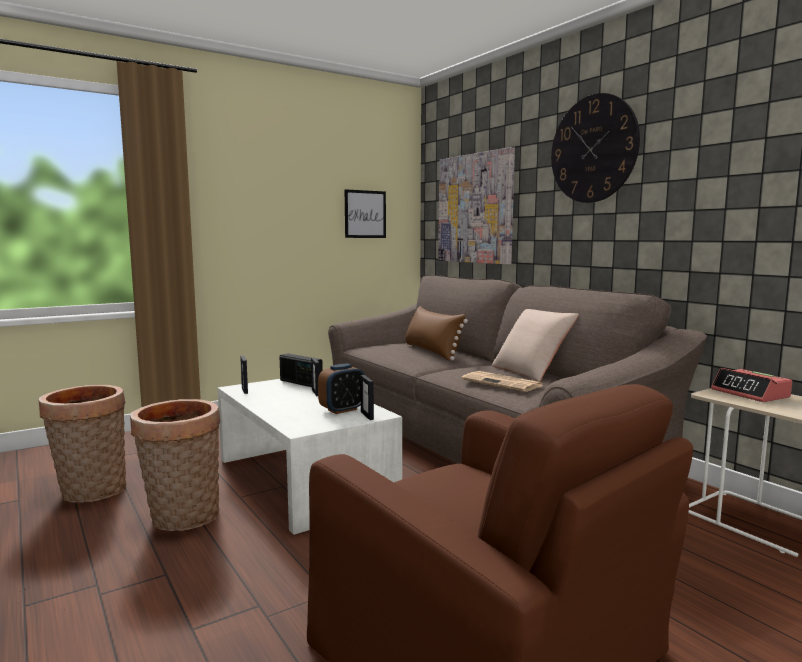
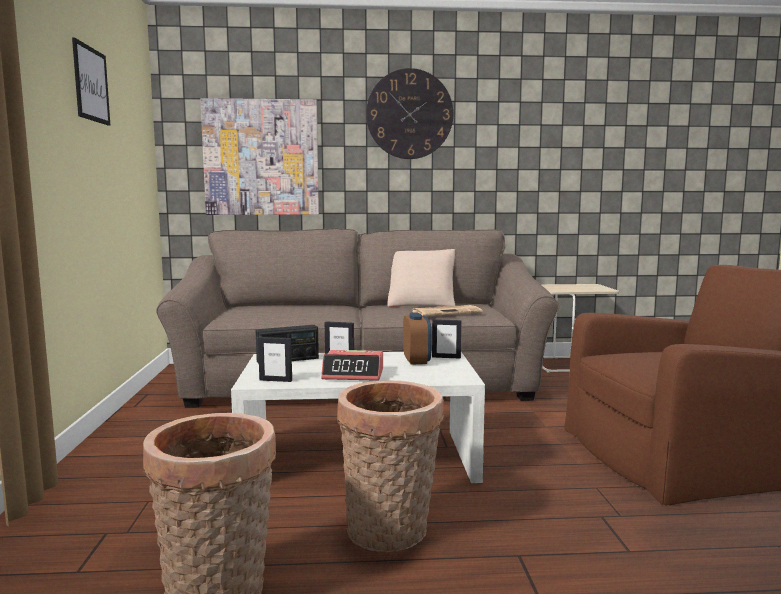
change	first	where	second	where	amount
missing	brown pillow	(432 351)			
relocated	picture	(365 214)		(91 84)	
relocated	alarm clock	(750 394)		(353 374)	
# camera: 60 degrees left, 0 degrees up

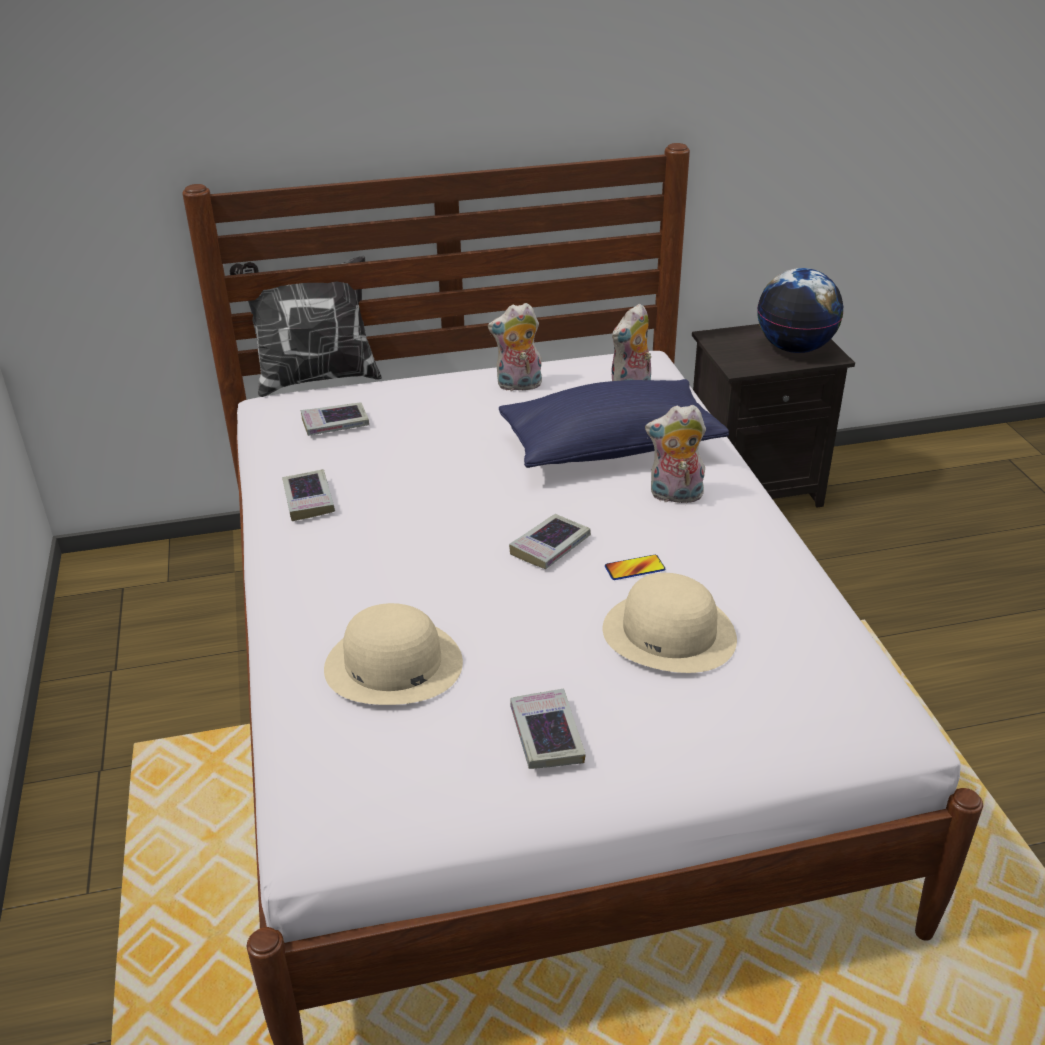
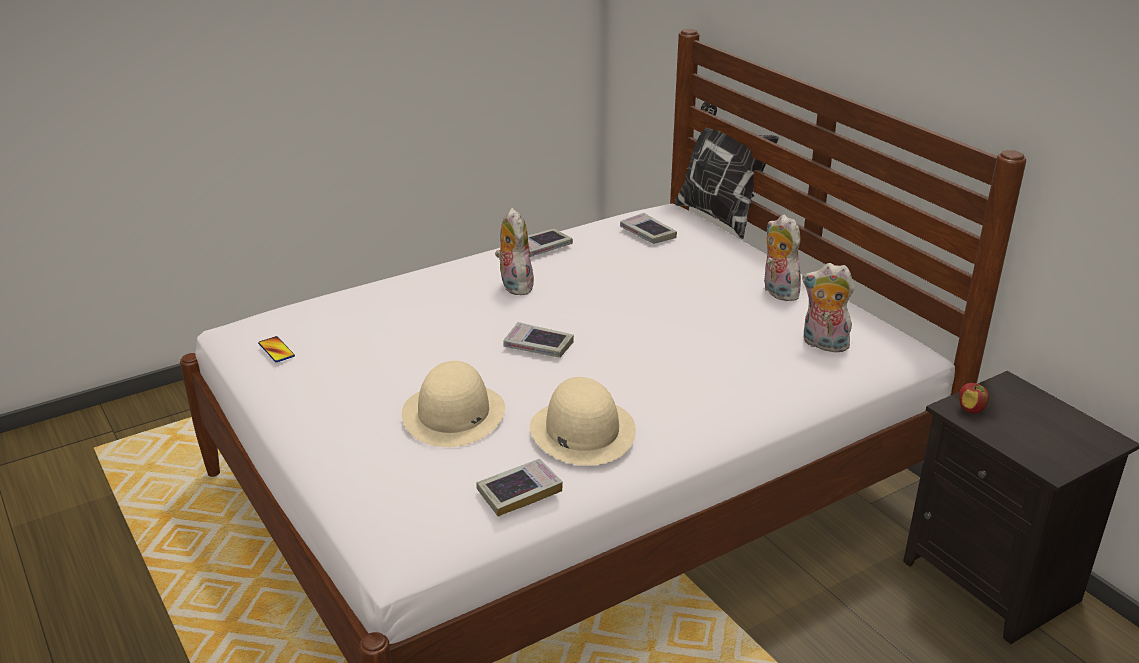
change	first	where	second	where	amount
missing	blue pillow	(610 447)			
missing	globe	(795 348)			
appeared			apple	(971 410)	
relocated	beige hat	(392 664)		(582 431)	
relocated	book	(546 735)		(519 492)	
relocated	phone	(634 568)		(276 350)	
relocated	plush toy	(674 496)		(514 285)	
# camera: 70 degrees right, 5 degrees down

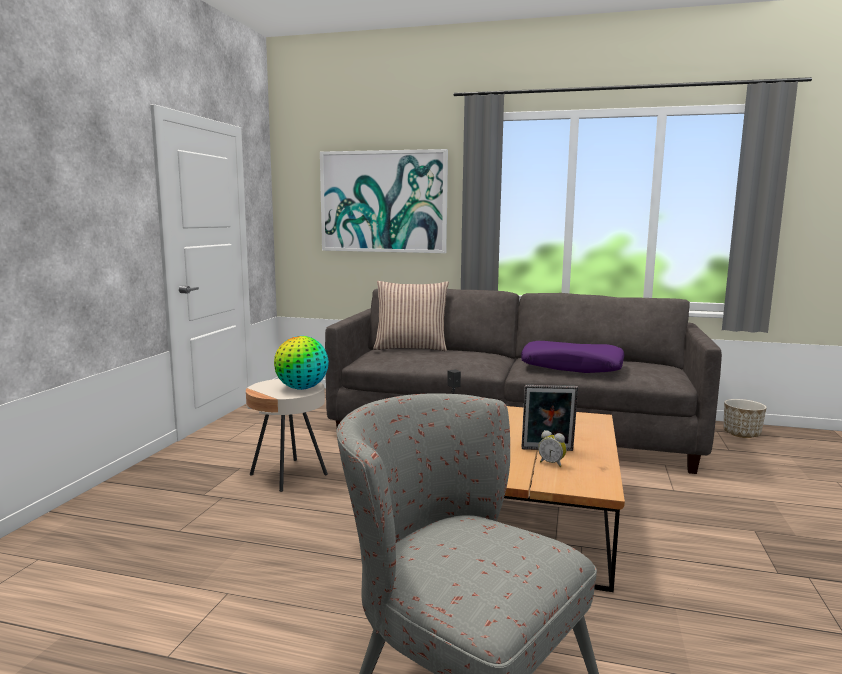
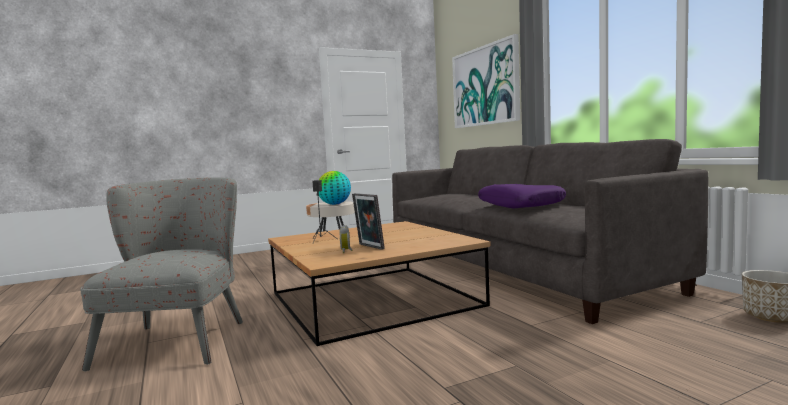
change	first	where	second	where	amount
missing	pillow	(411 348)			
# camera: 50 degrees right, 5 degrees down

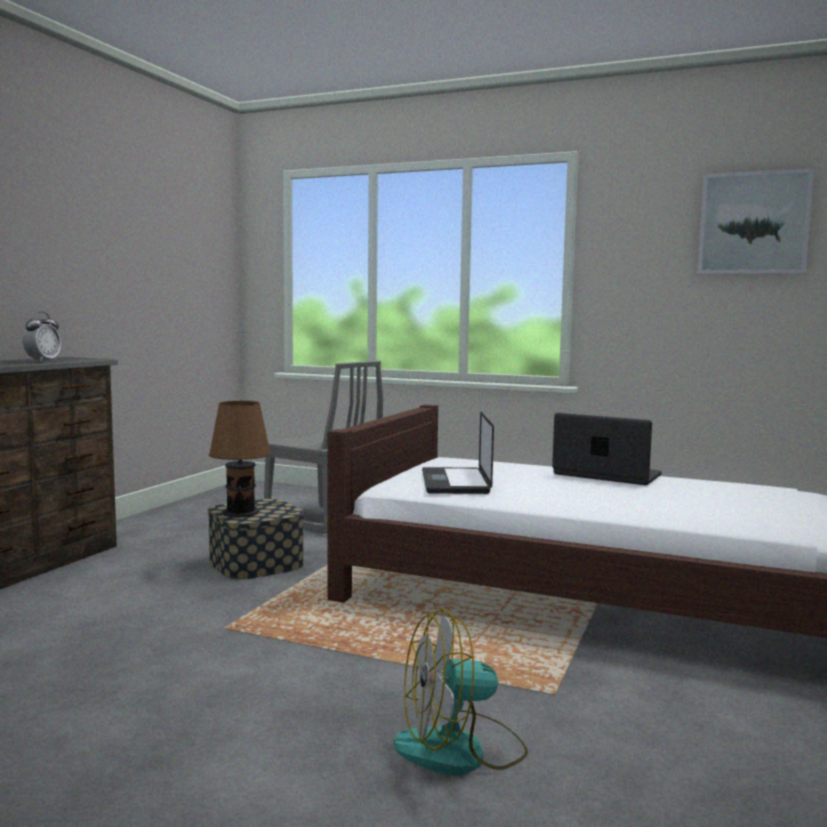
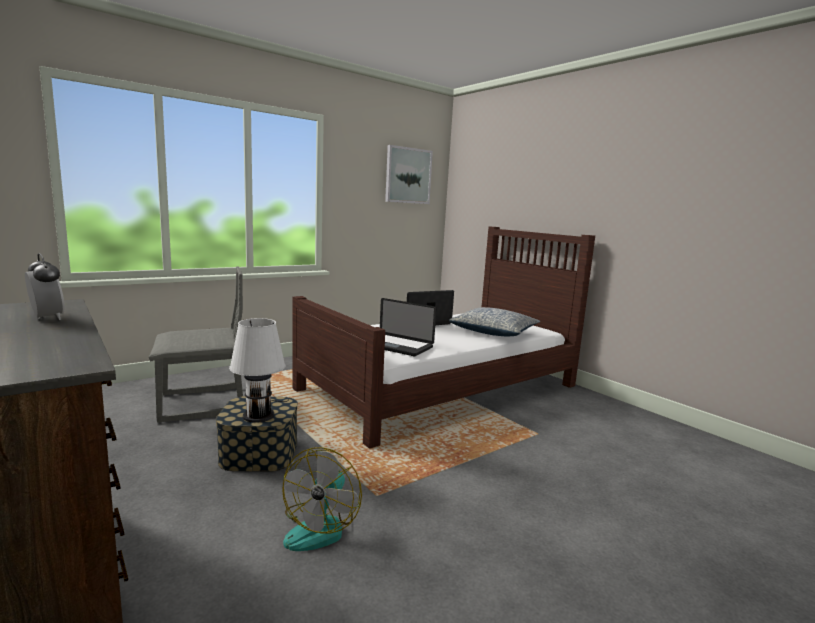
change	first	where	second	where	amount
appeared			pillow	(494 332)	
relocated	fan	(460 750)		(321 527)	
colour	brown table lamp	(245 512)	white table lamp	(259 414)	
# camera: 60 degrees left, 5 degrees up

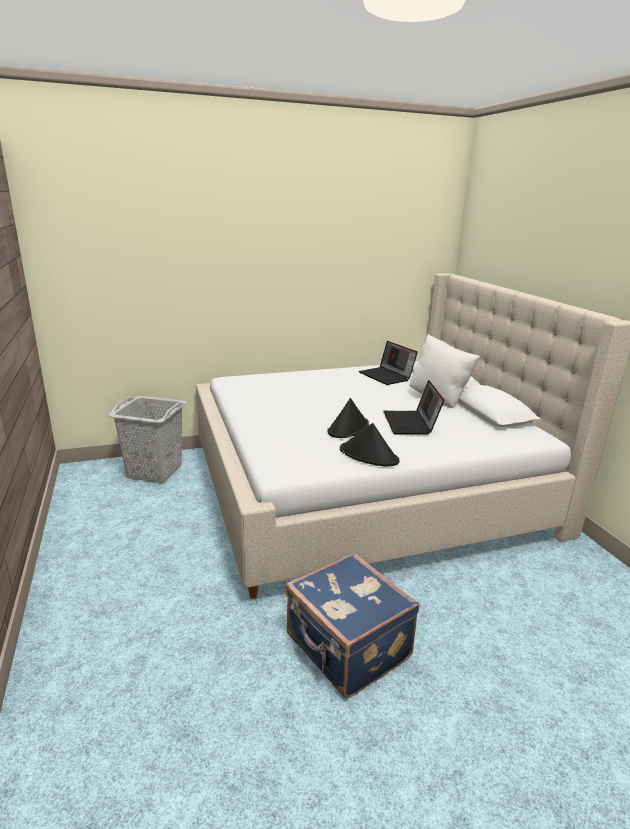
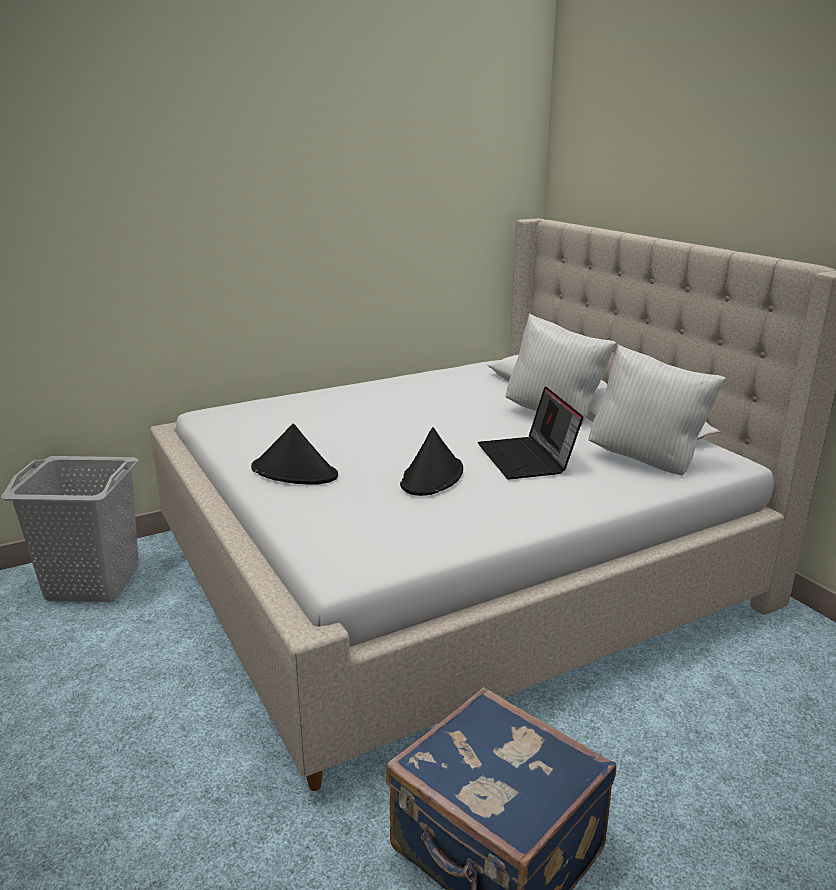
change	first	where	second	where	amount
missing	laptop	(387 376)			
appeared			white pillow	(647 460)	
relocated	black hat	(369 455)		(295 472)	
# camera: 10 degrees left, 0 degrees up

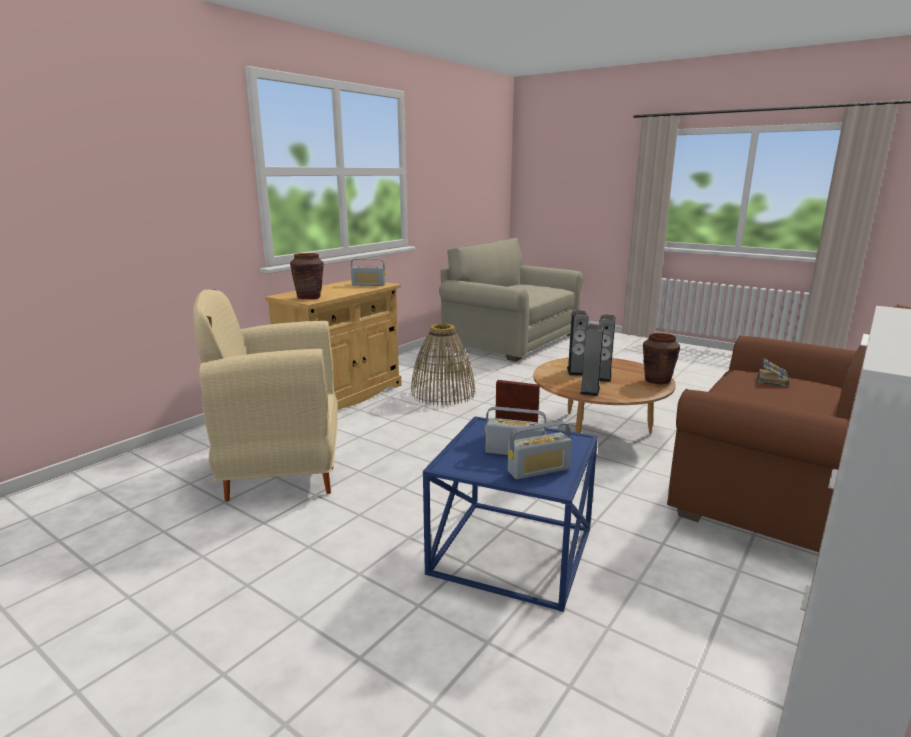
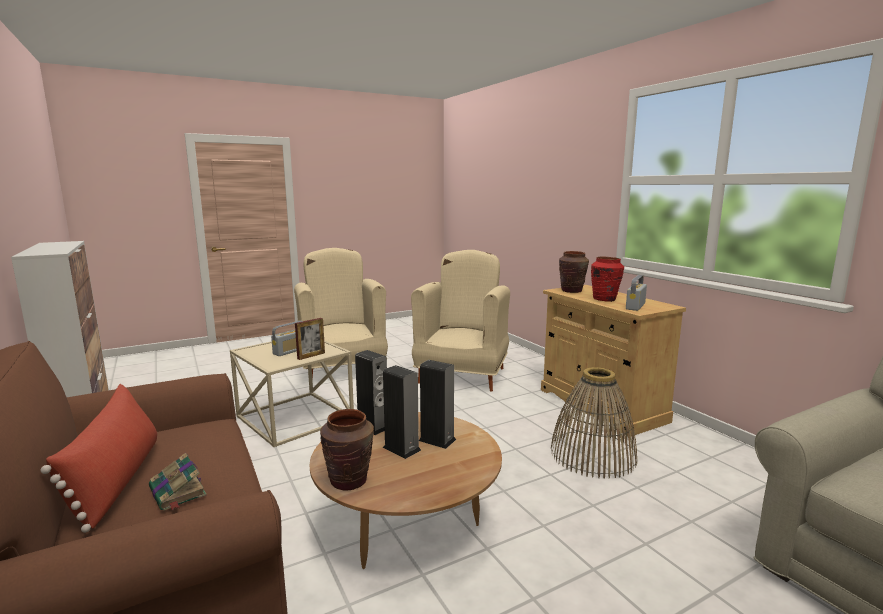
change	first	where	second	where	amount
missing	radio	(538 470)			
appeared			red pillow	(117 480)	
appeared			beige armchair	(342 368)	
appeared			red vase	(604 299)	
colour	blue side table	(510 551)	beige side table	(295 417)	
# camera: 115 degrees right, 5 degrees down

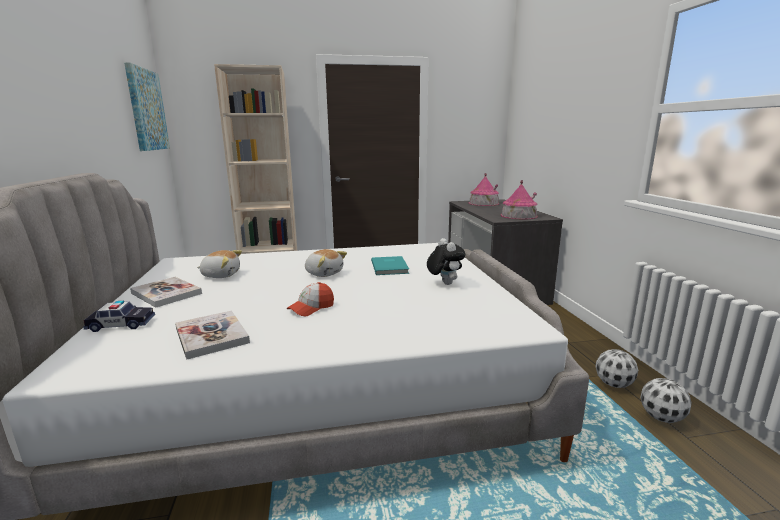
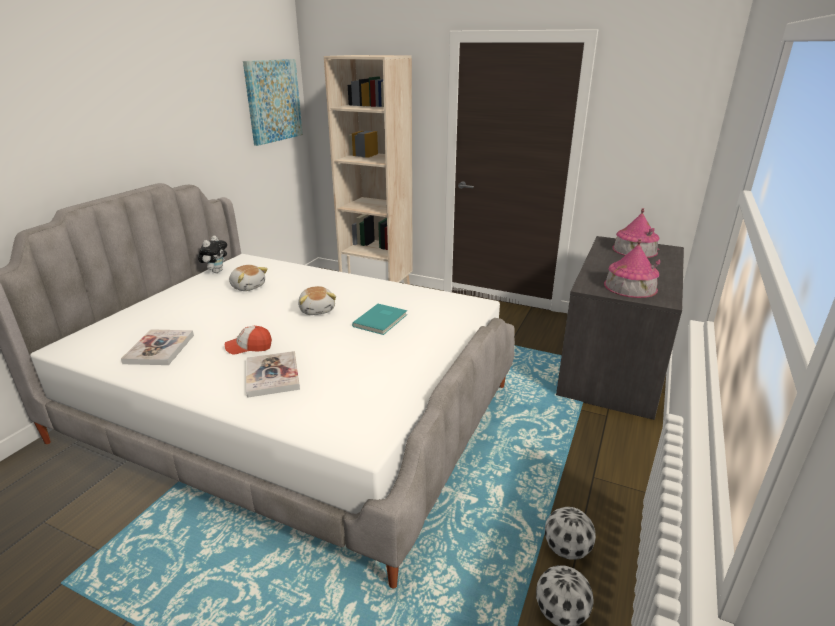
change	first	where	second	where	amount
missing	toy car	(121 324)			
relocated	book	(166 293)		(272 375)	
relocated	plush toy	(444 283)		(216 271)	
# camera: 35 degrees right, 10 degrees up

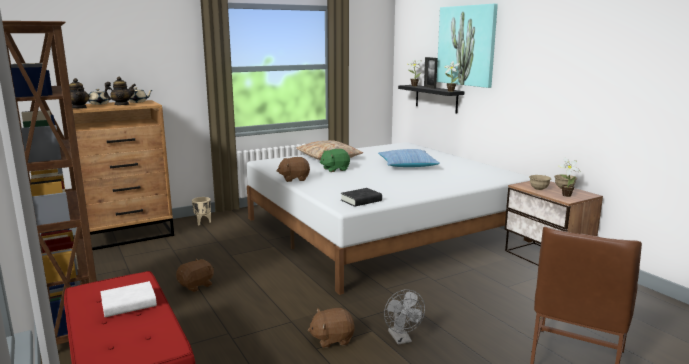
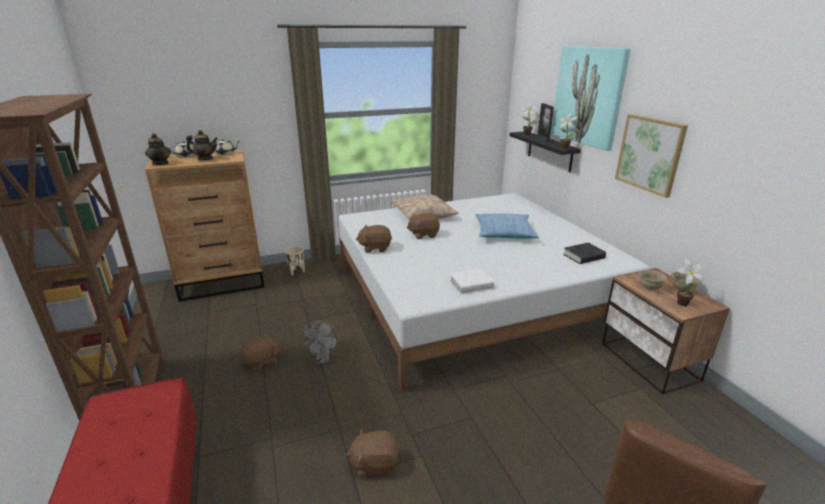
change	first	where	second	where	amount
appeared			picture	(649 154)	
relocated	white book	(129 304)		(471 284)	
relocated	black book	(361 200)		(583 256)	
relocated	grey fan	(402 339)		(323 359)	
colour	green plush toy	(335 169)	brown plush toy	(423 234)	
# camera: 10 degrees right, 10 degrees up

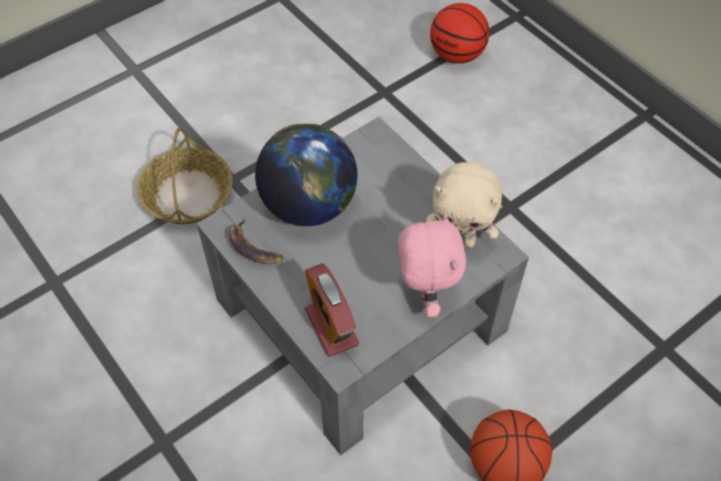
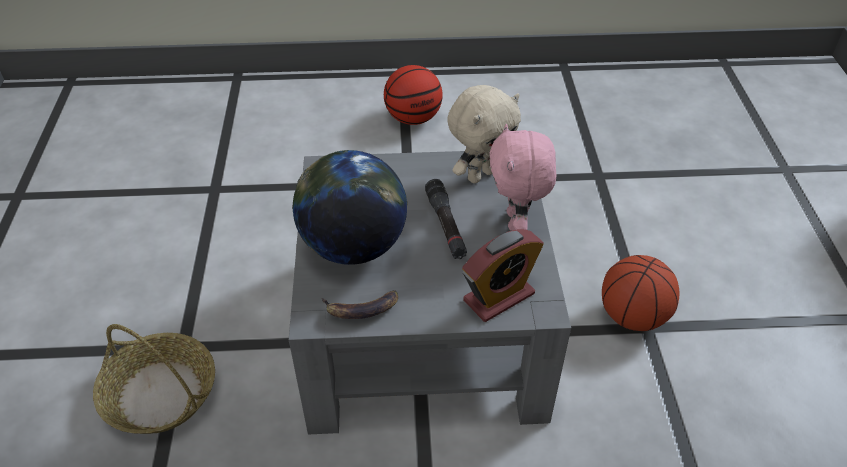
change	first	where	second	where	amount
appeared			black flashlight	(446 225)	
relocated	basketball	(457 55)		(413 118)	
spun	alarm clock	(331 327)		(499 297)	45 degrees counterclockwise
spun	pink plush toy	(425 296)		(516 222)	120 degrees counterclockwise
# camera: 55 degrees left, 10 degrees down

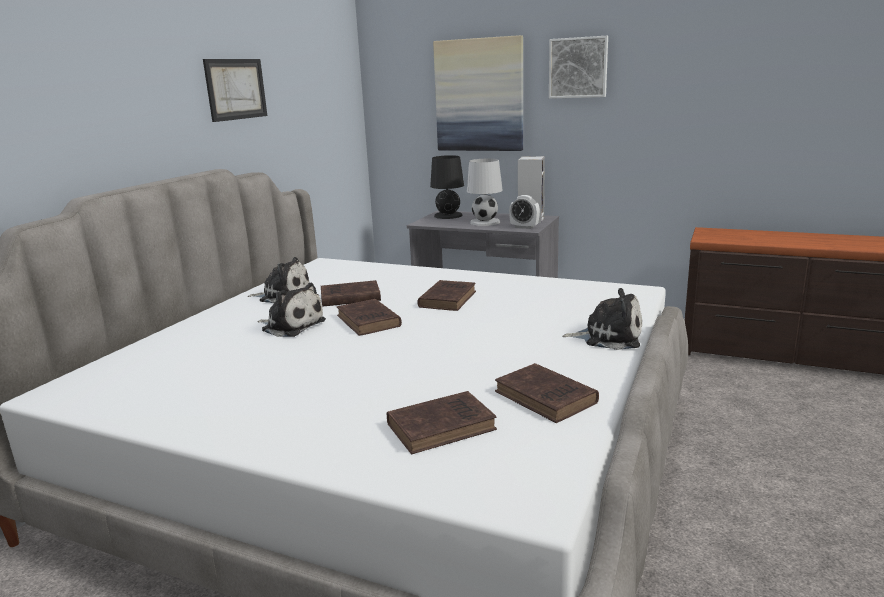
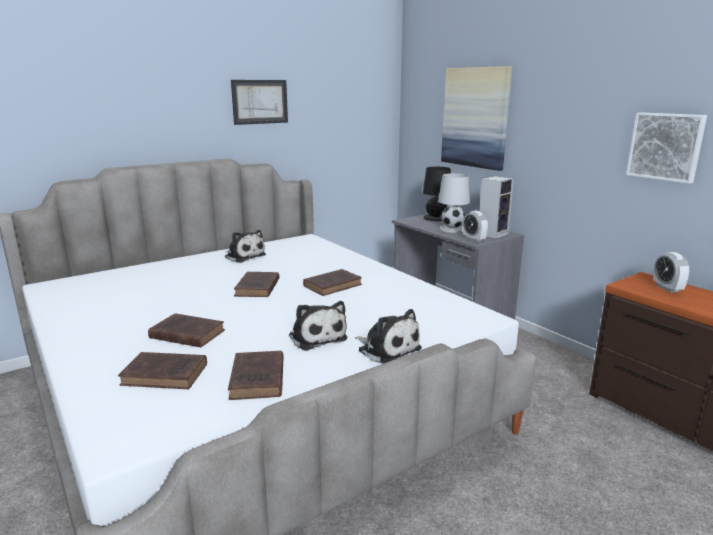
change	first	where	second	where	amount
appeared			alarm clock	(667 288)	
relocated	plush toy	(291 326)		(316 337)	
relocated	brown book	(348 298)		(186 334)	
relocated	picture	(578 67)		(666 146)	
# camera: 30 degrees right, 0 degrees up

